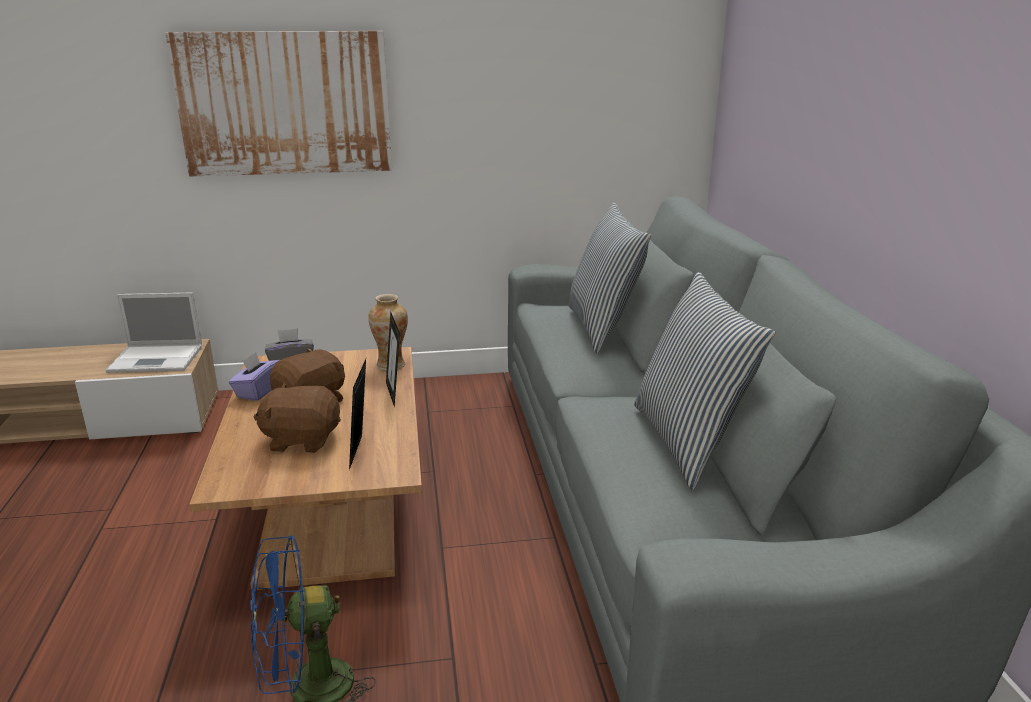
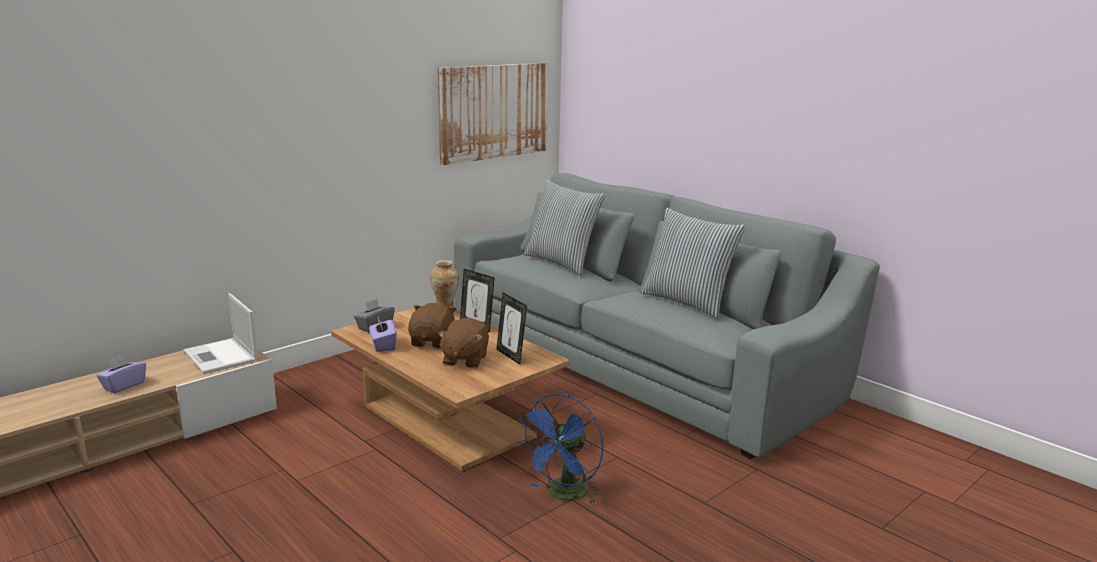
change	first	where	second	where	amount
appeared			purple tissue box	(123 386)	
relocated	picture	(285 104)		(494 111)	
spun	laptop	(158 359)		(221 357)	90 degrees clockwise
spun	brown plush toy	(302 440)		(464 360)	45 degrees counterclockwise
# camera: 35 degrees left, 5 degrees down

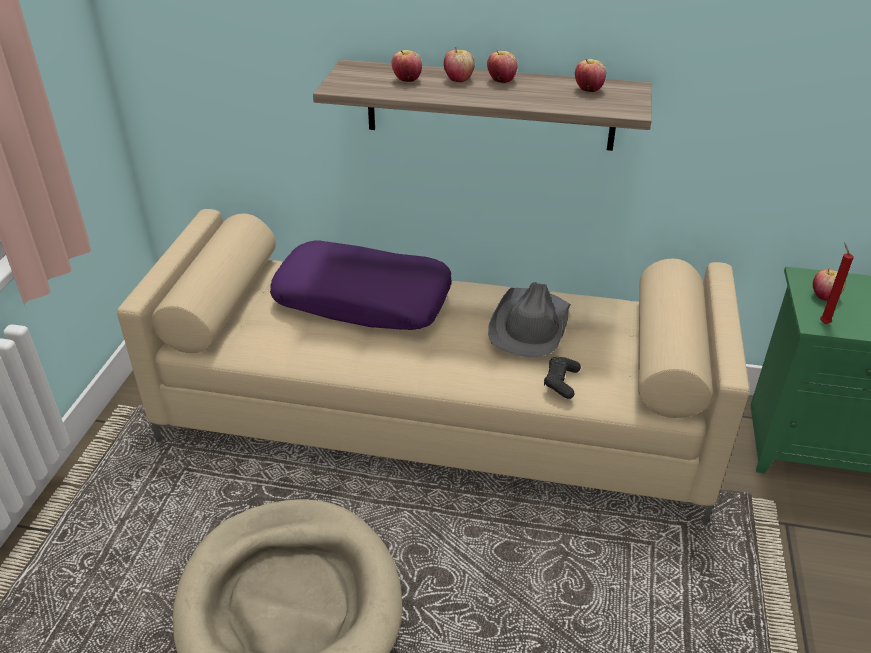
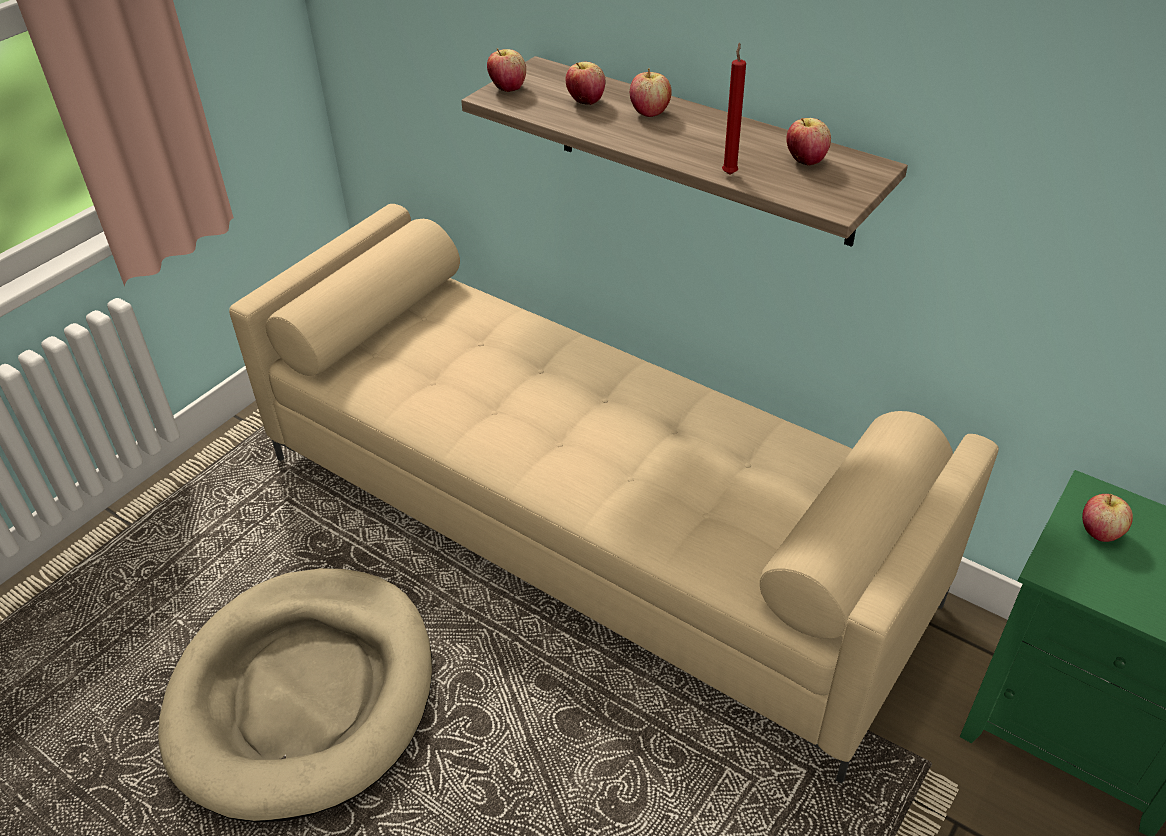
change	first	where	second	where	amount
missing	purple pillow	(363 300)			
missing	grey hat	(530 325)			
missing	black game controller	(561 382)			
relocated	apple	(501 81)		(508 88)	
relocated	red candle	(823 322)		(729 173)	
# camera: 25 degrees right, 5 degrees up

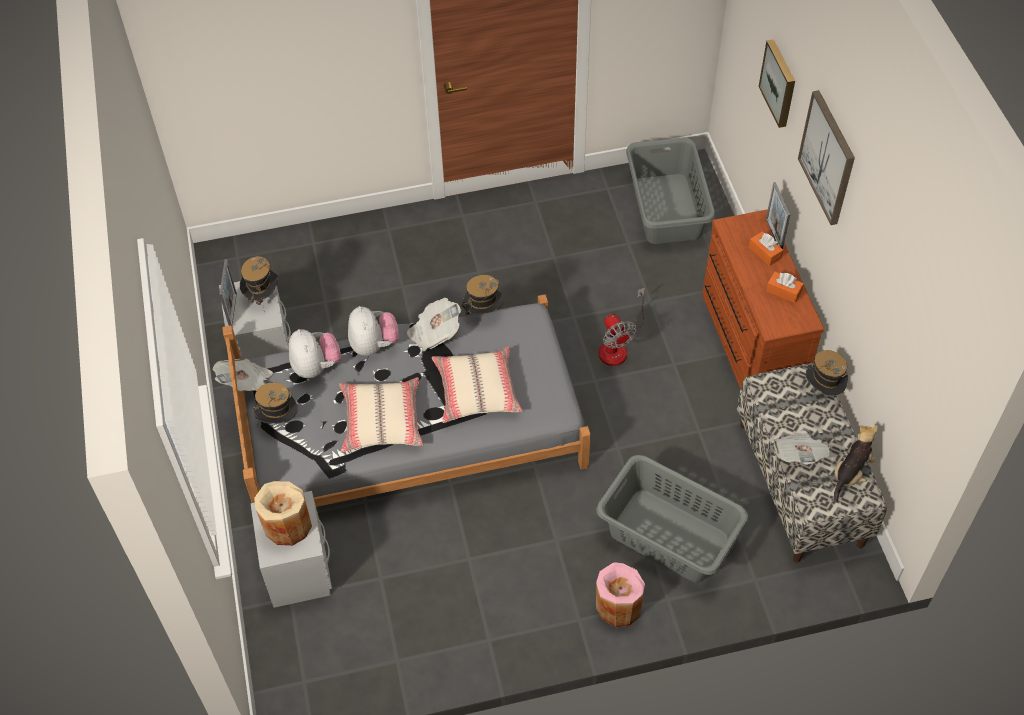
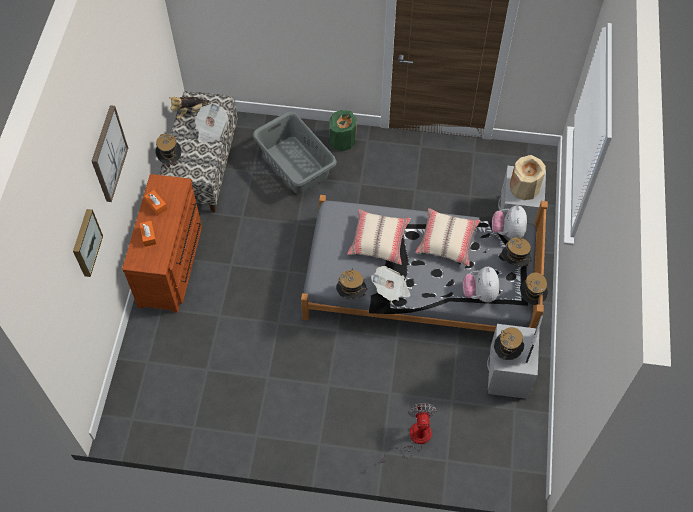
change	first	where	second	where	amount
missing	grey laundry basket	(667 208)			
missing	picture frame	(773 234)			
relocated	plush toy	(374 345)		(508 231)	
relocated	fan	(617 346)		(413 439)	
exchanged	newspaper	(246 382)	hat	(531 298)	
colour	pink vase	(618 606)	green vase	(342 139)	
# camera: 160 degrees left, 5 degrees up

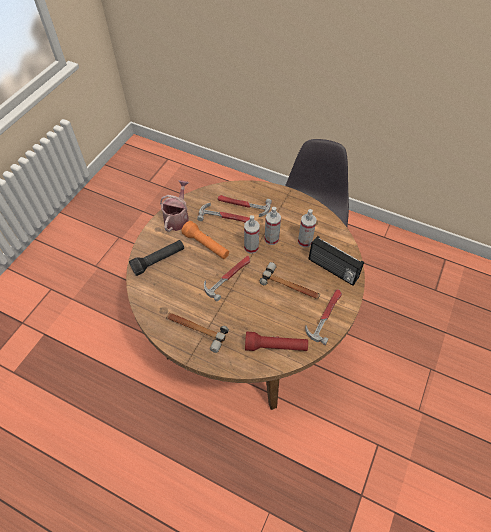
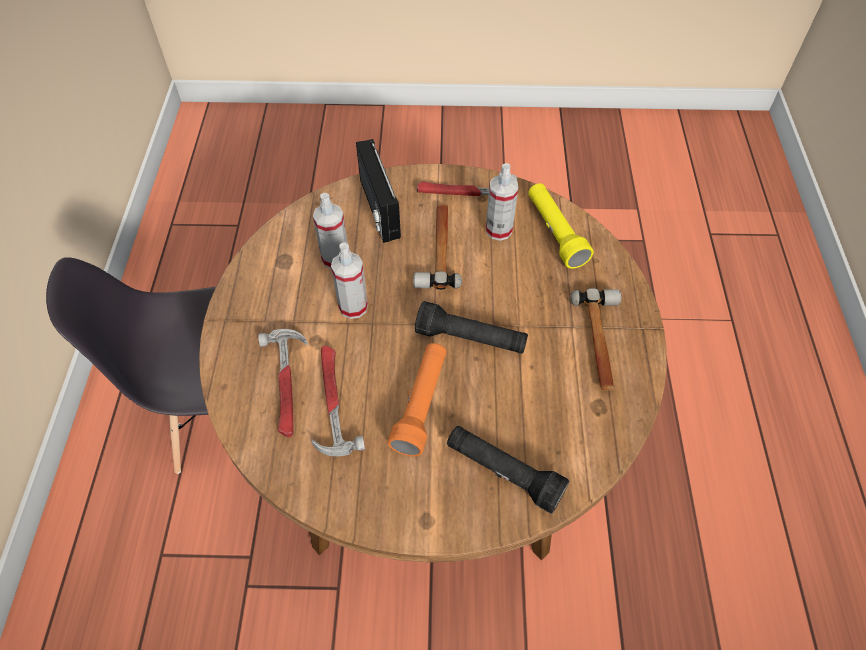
change	first	where	second	where	amount
missing	watering can	(177 217)			
relocated	spray bottle	(251 247)		(498 230)	
exchanged	hammer	(228 276)	black flashlight	(471 339)	
colour	red flashlight	(276 347)	yellow flashlight	(555 232)	
spun	radio	(332 269)		(377 208)	150 degrees clockwise
# camera: 115 degrees left, 0 degrees up

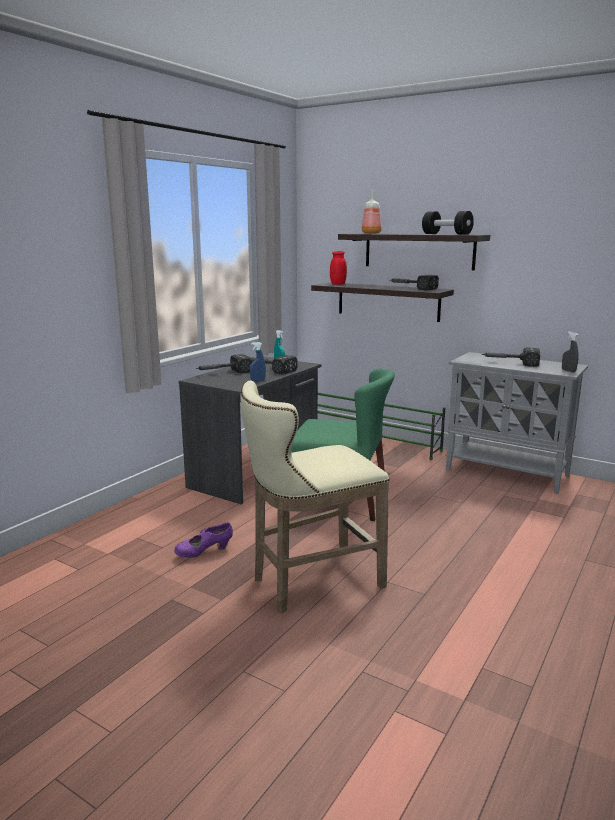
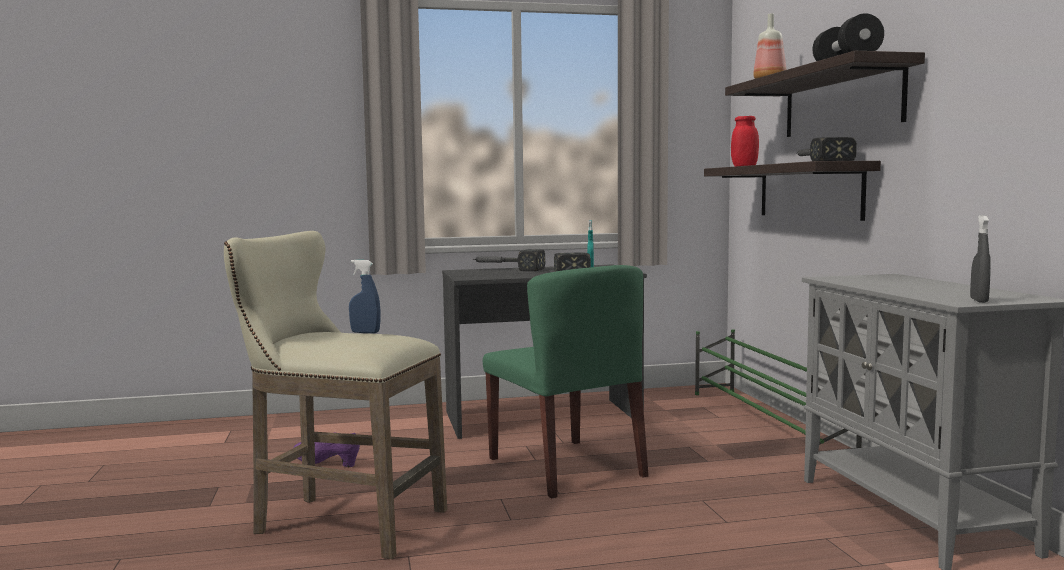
change	first	where	second	where	amount
missing	hammer	(509 363)			
relocated	blue spray bottle	(258 381)		(365 332)	
# camera: 45 degrees right, 10 degrees down

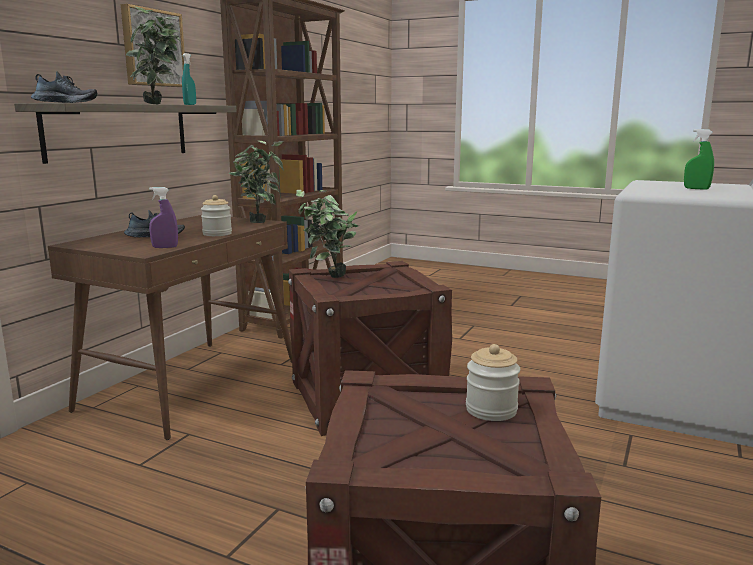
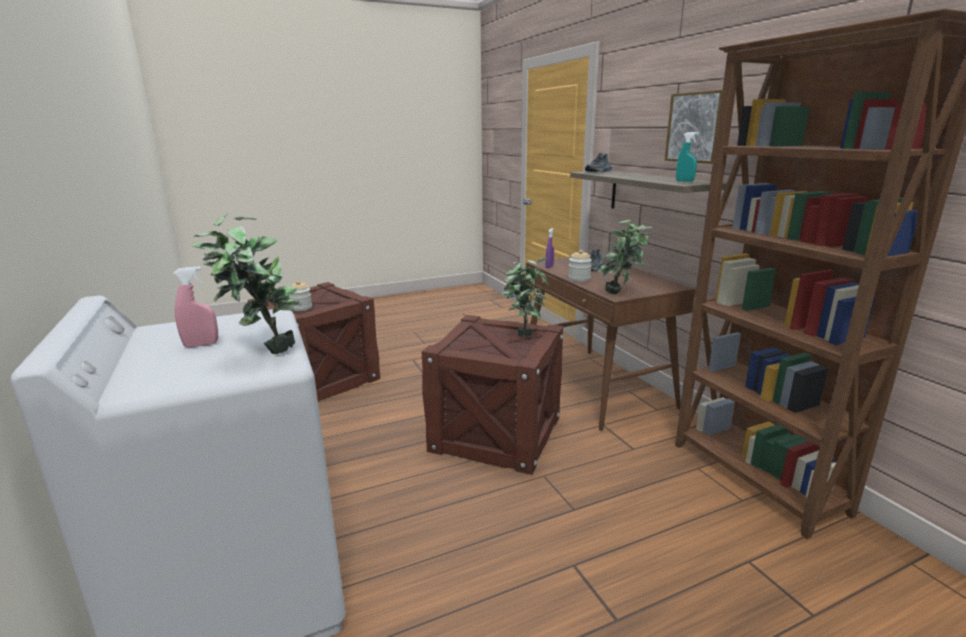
change	first	where	second	where	amount
relocated	potted plant	(159 104)		(263 352)	
colour	green spray bottle	(696 189)	pink spray bottle	(201 344)	
# camera: 130 degrees right, 5 degrees up

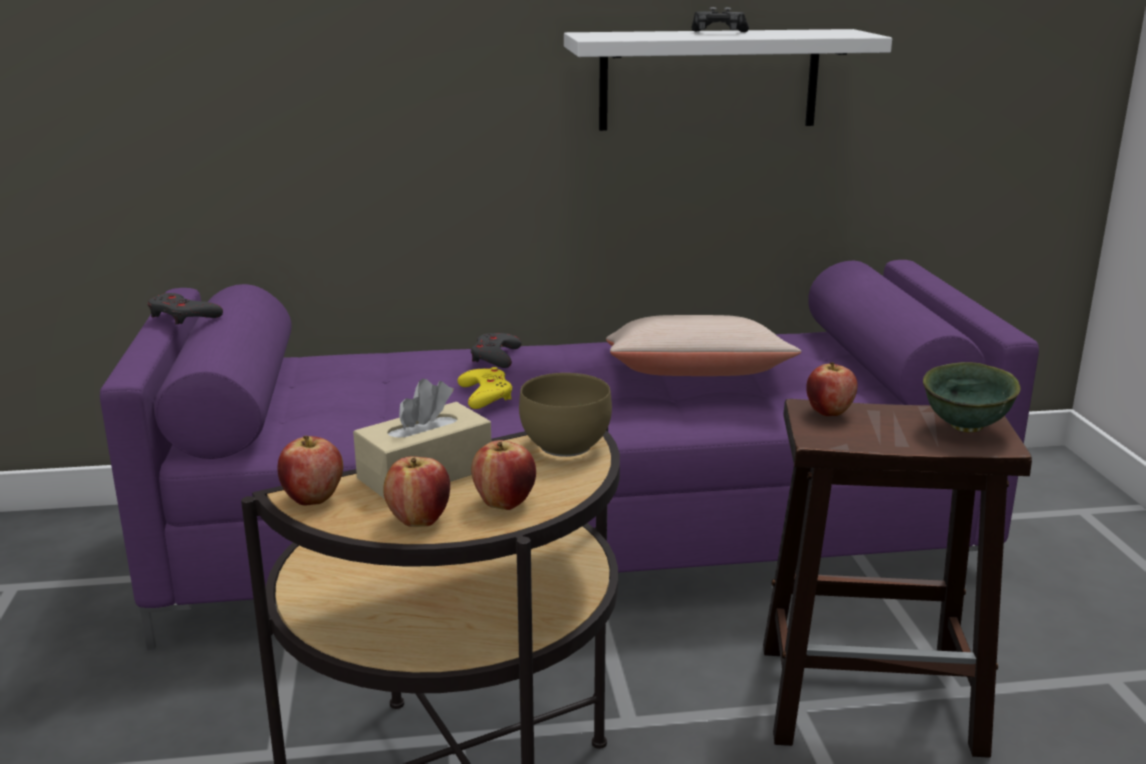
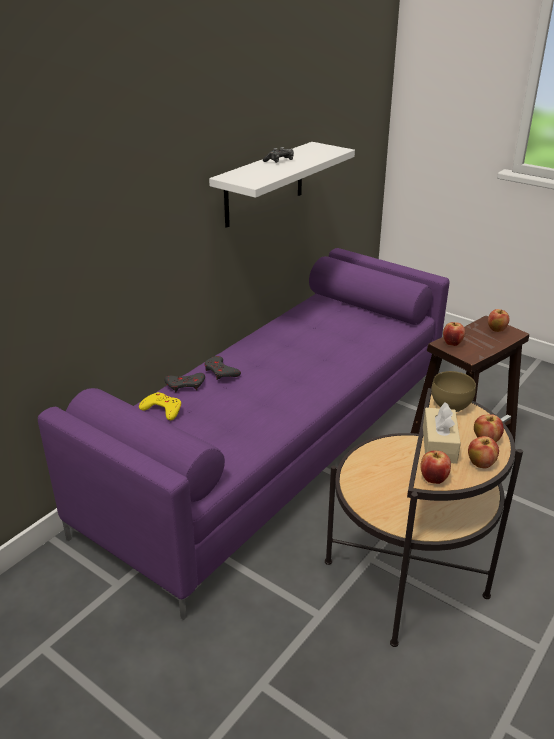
change	first	where	second	where	amount
missing	beige pillow	(695 379)			
relocated	grey game controller	(183 316)		(185 385)	
relocated	yellow game controller	(485 395)		(162 409)	
exchanged	green bowl	(967 427)	apple	(496 330)	
# camera: 45 degrees left, 10 degrees up

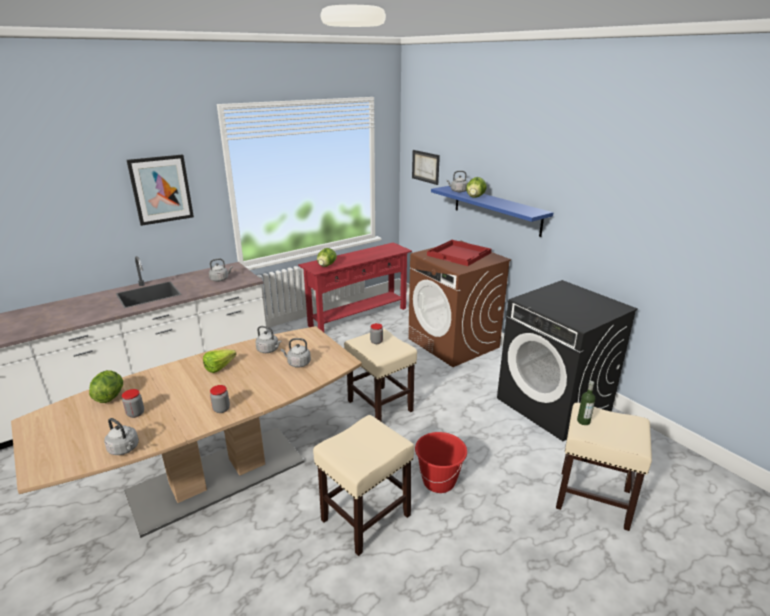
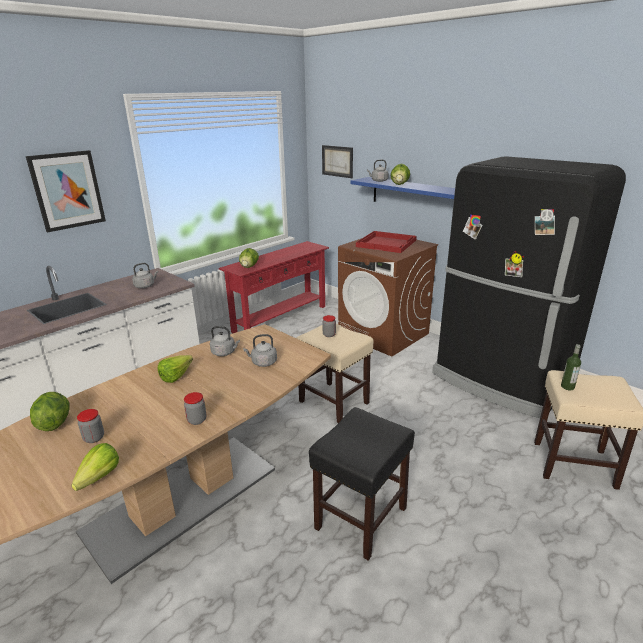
change	first	where	second	where	amount
missing	red bucket	(439 481)			
exchanged	grey kettle	(125 449)	lettuce	(95 480)	
exchanged	black washing machine	(554 405)	black fridge	(500 380)	
colour	beige stool	(365 518)	black stool	(360 519)	
# camera: 10 degrees left, 0 degrees up

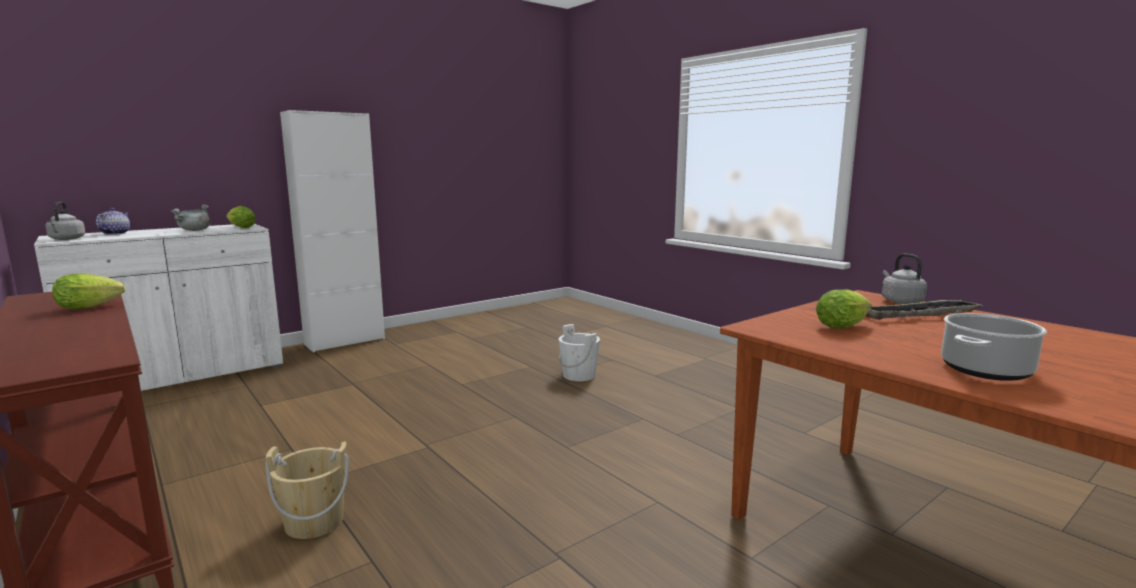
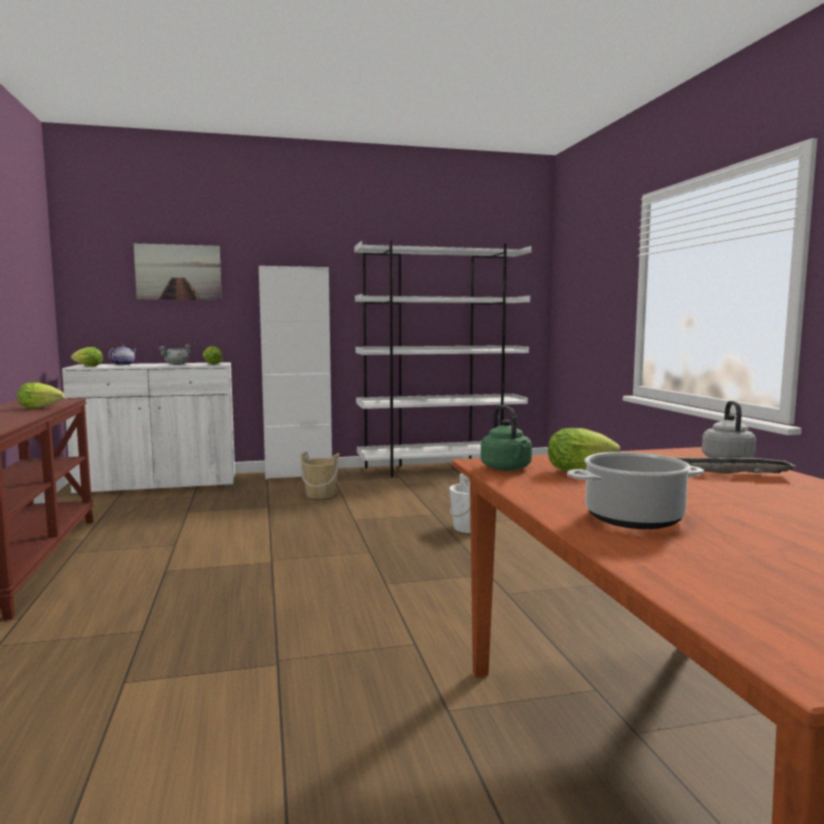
change	first	where	second	where	amount
appeared			picture	(178 272)	
appeared			white bookcase	(441 469)	
appeared			green kettle	(507 468)	
relocated	beige bucket	(314 522)		(320 495)	
exchanged	grey kettle	(66 239)	lettuce	(86 366)	
# camera: 25 degrees right, 5 degrees down

